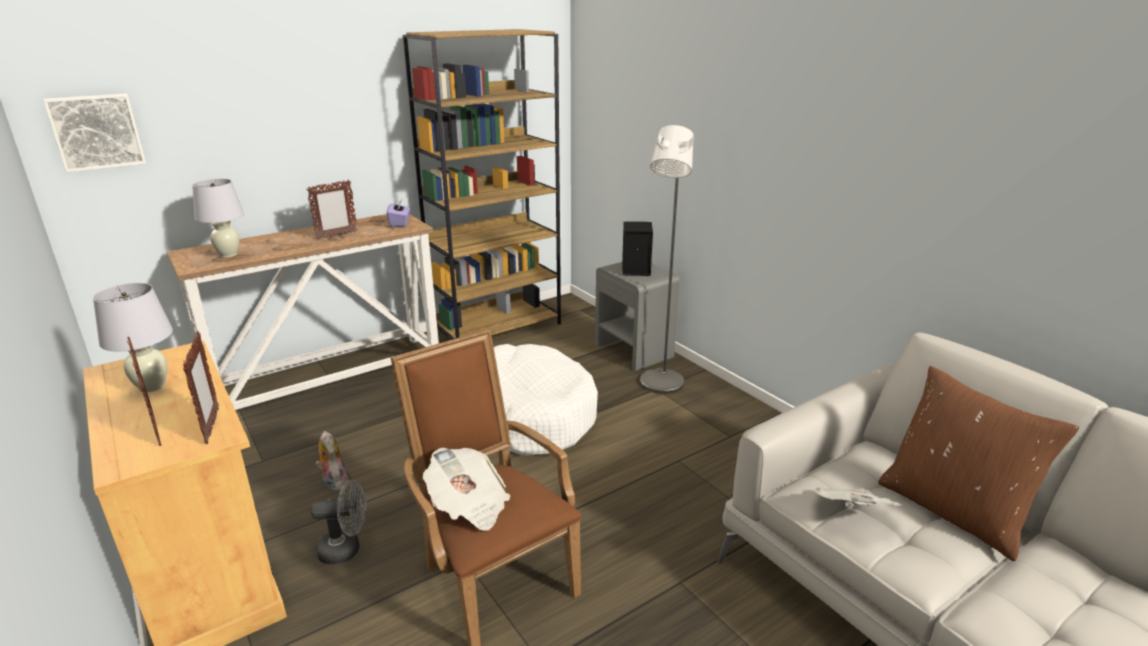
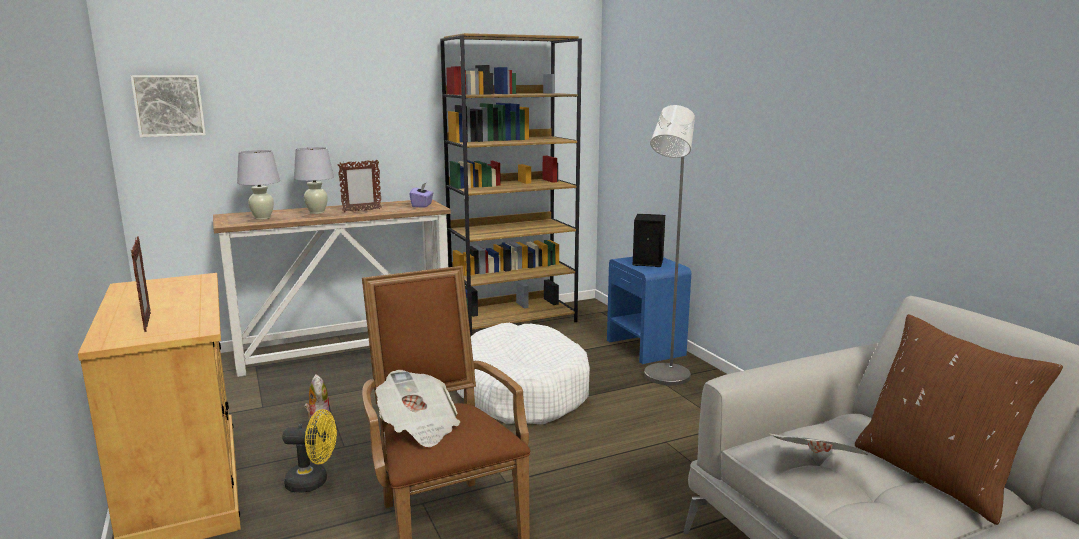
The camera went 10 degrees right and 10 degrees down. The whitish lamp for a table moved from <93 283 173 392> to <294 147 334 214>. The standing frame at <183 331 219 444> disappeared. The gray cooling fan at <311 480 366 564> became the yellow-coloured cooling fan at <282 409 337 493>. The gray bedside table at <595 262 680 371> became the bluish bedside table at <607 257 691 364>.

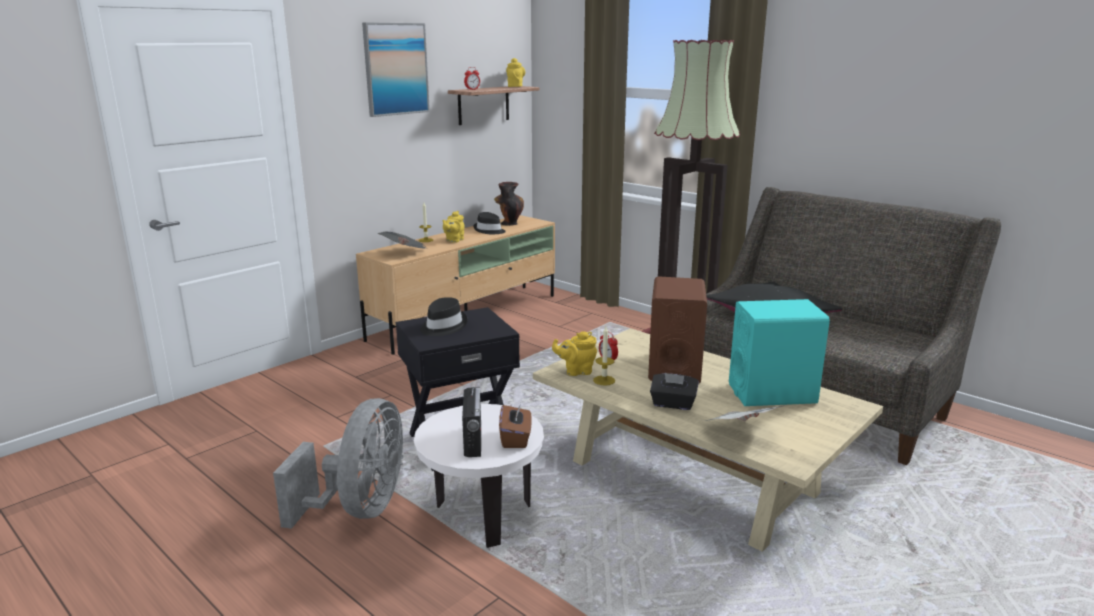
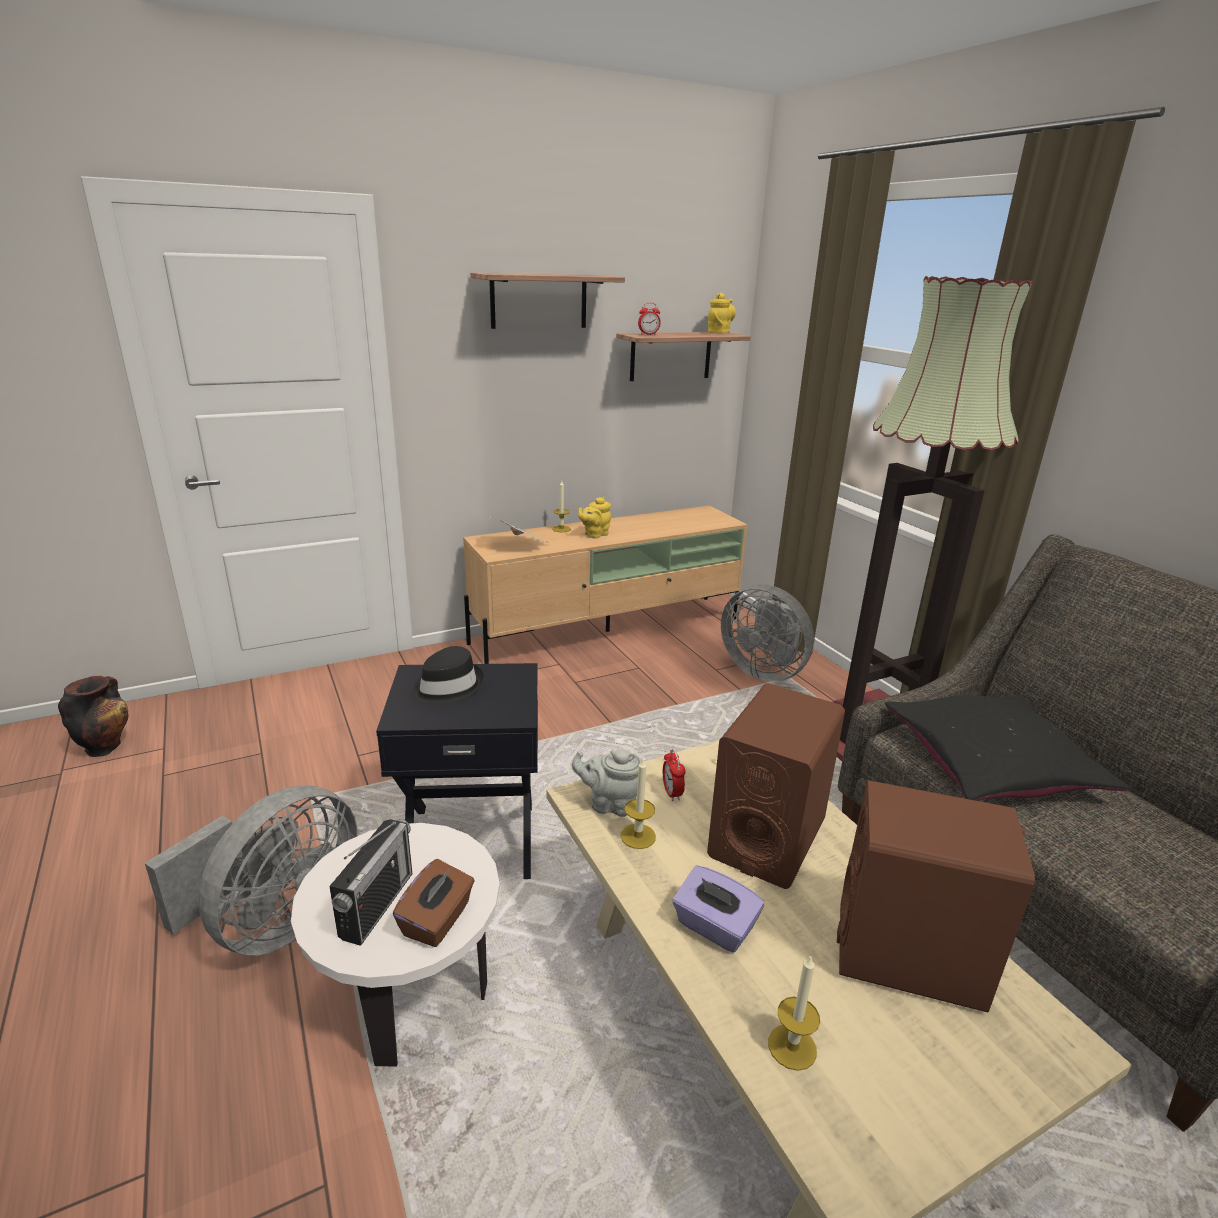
The camera went 20 degrees right and 5 degrees up. The wall art at <362 22 430 117> was replaced by the bracket shelf at <470 272 625 329>. The blackish wearable hat at <474 212 506 234> disappeared. The flower vase moved from <494 182 524 226> to <58 676 128 757>. The yellow-coloured pot for tea at <552 331 597 376> became the gray pot for tea at <572 749 642 817>. The blackish tissue box at <650 373 699 410> became the purple tissue box at <672 866 764 953>. The printed paper at <704 406 783 421> was replaced by the wax light at <768 956 820 1071>. The blue-green audio speaker at <729 299 830 406> became the brown audio speaker at <837 780 1035 1013>. The gray cooling fan at <721 584 814 682> appeared.

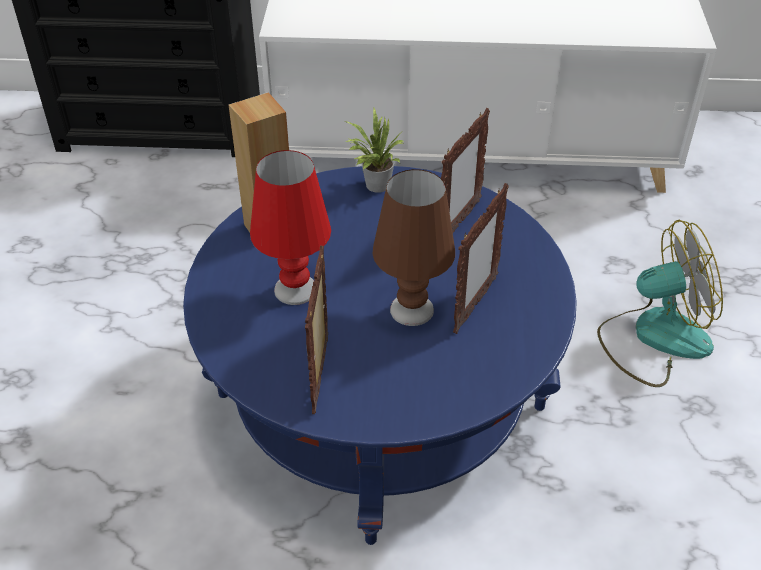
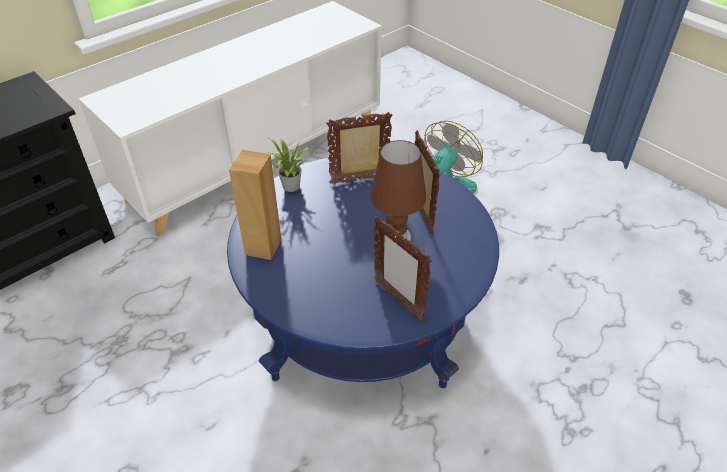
The camera went 45 degrees left and 0 degrees up. The reddish lamp for a table at <250 150 331 305> disappeared. The standing frame at <441 108 490 233> turned 90 degrees counterclockwise.

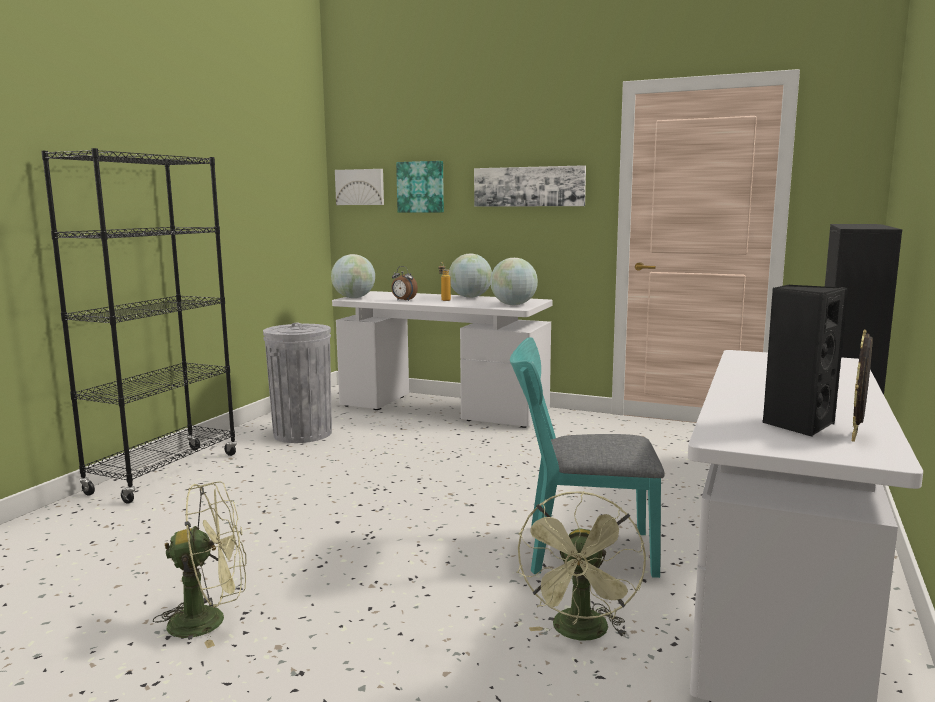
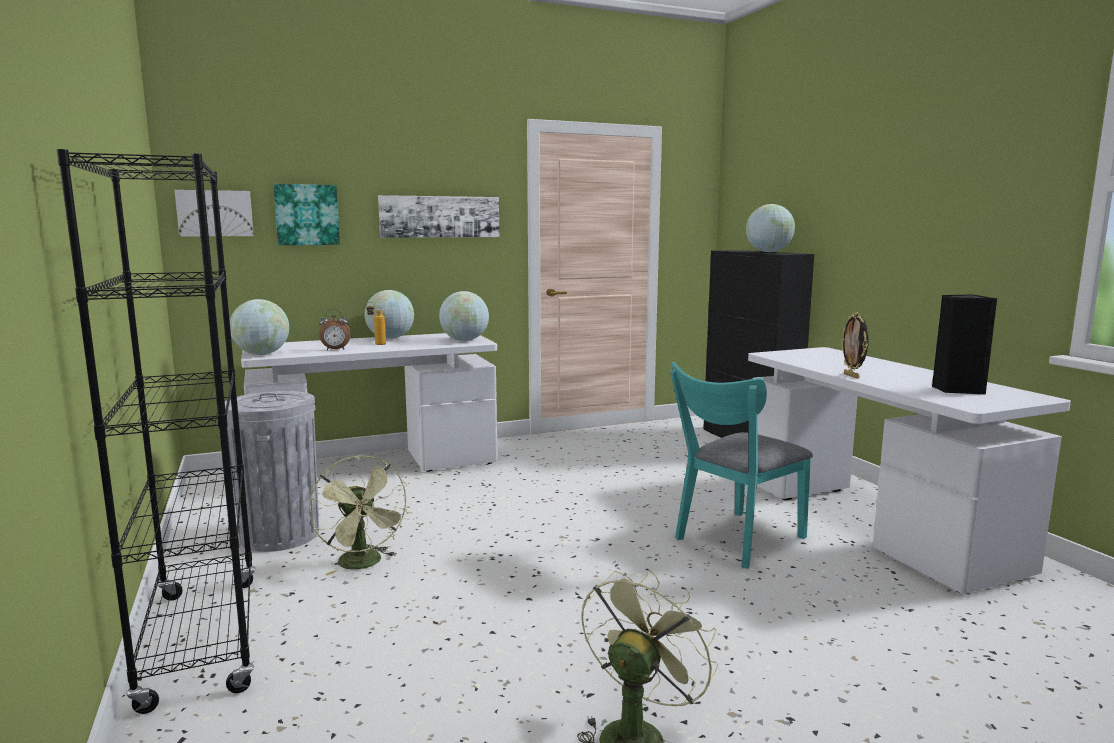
The camera went 45 degrees left and 0 degrees up. The green cooling fan moved from <516 491 646 640> to <309 455 409 576>. The standing frame moved from <852 329 873 442> to <841 312 869 379>. The world globe at <746 204 795 252> appeared.

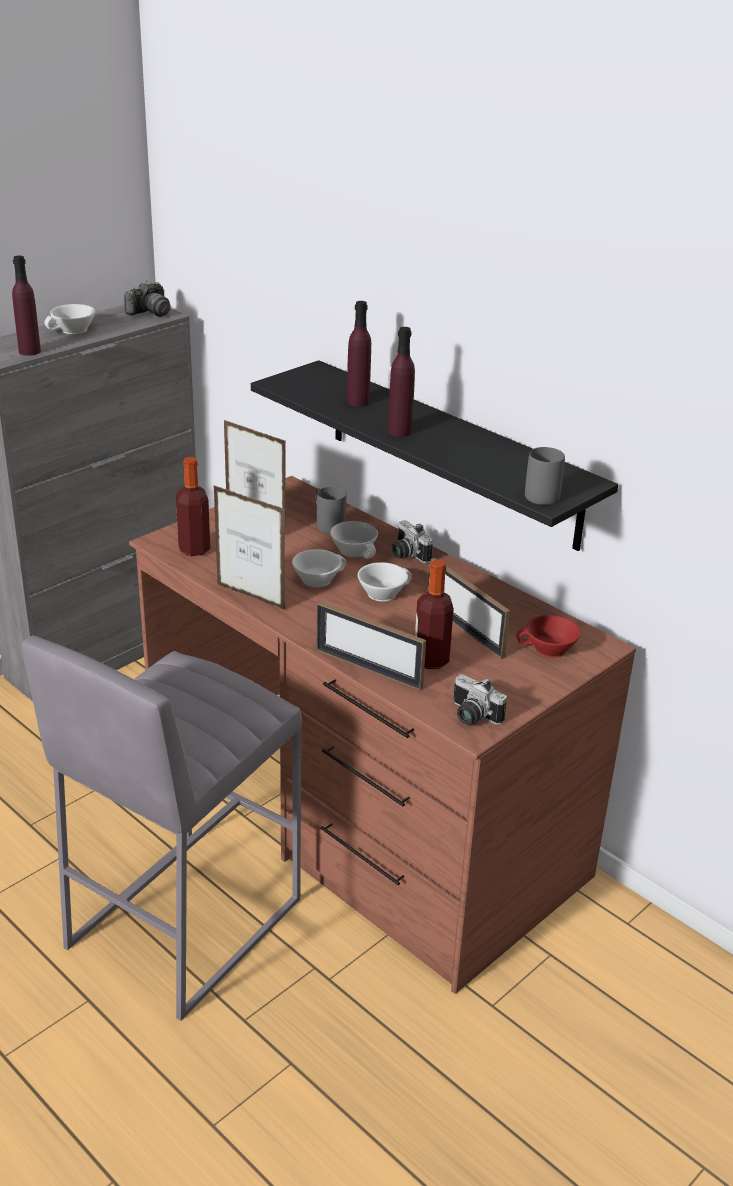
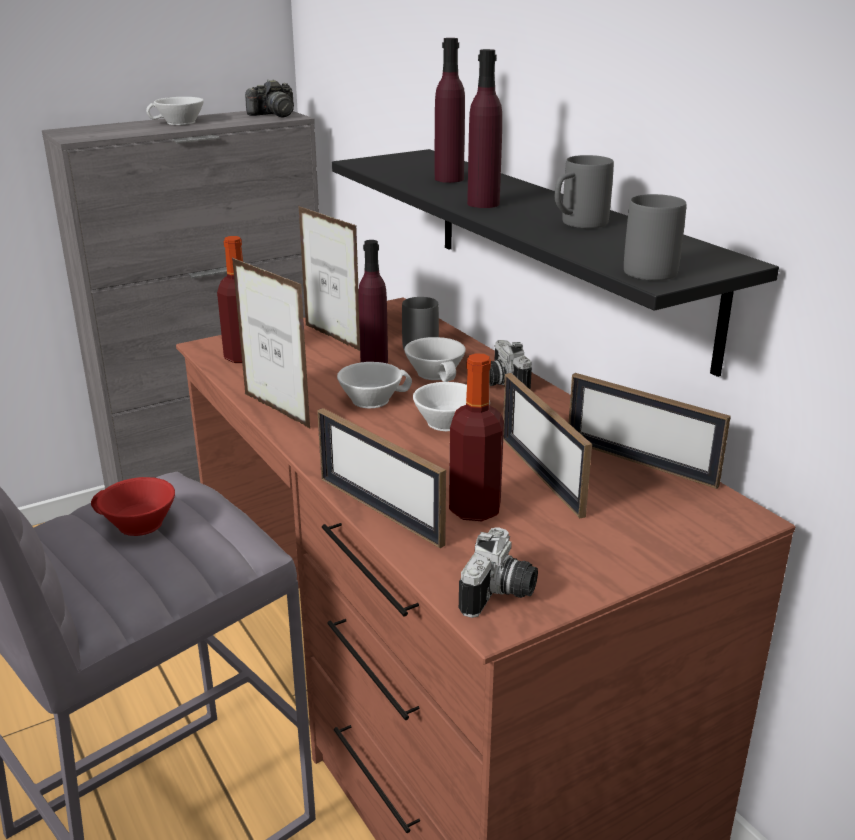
The camera went 15 degrees right and 5 degrees down. The purple drink bottle moved from <12 256 41 356> to <358 240 388 364>. The photo camera at <453 674 507 725> turned 120 degrees counterclockwise. The reddish small cup moved from <516 615 580 658> to <91 477 175 536>. The gray coffee mug at <555 155 614 228> appeared. The standing frame at <568 373 731 489> appeared.

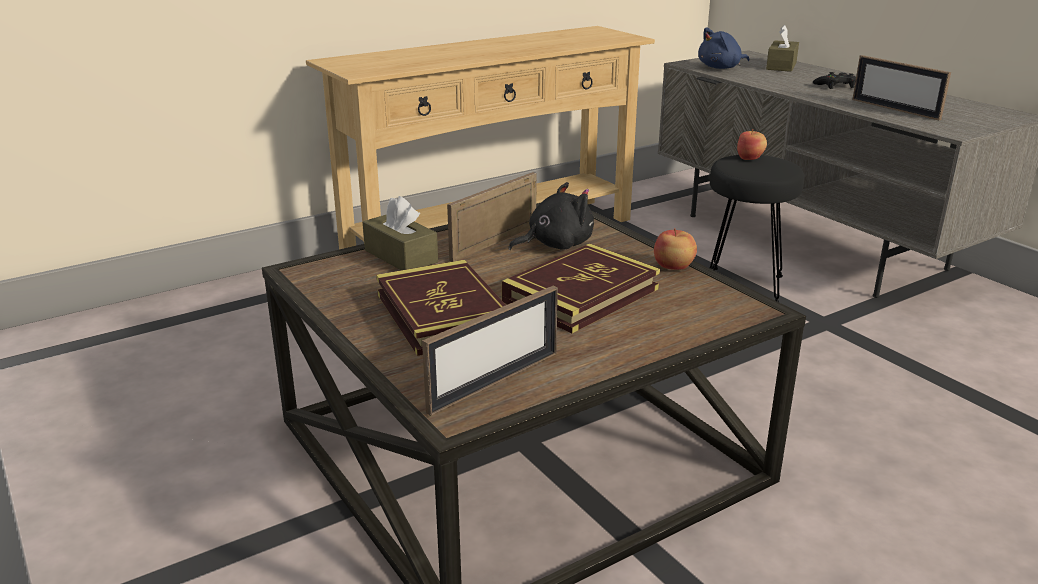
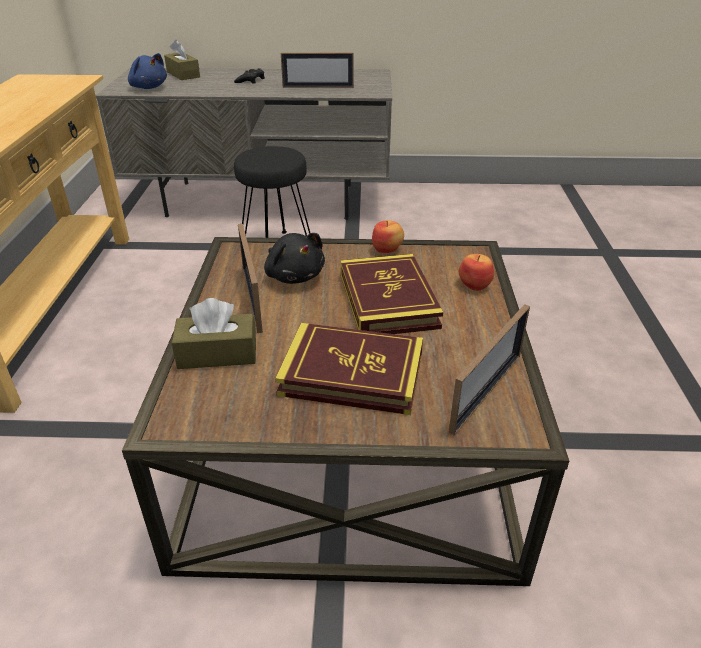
The camera went 55 degrees left and 10 degrees up. The standing frame at <422 286 558 416> turned 45 degrees clockwise. The blackish cuddly toy at <509 182 594 250> turned 135 degrees clockwise. The bluish cuddly toy at <698 27 749 69> turned 60 degrees counterclockwise. The apple fruit moved from <737 129 767 160> to <459 254 494 291>.

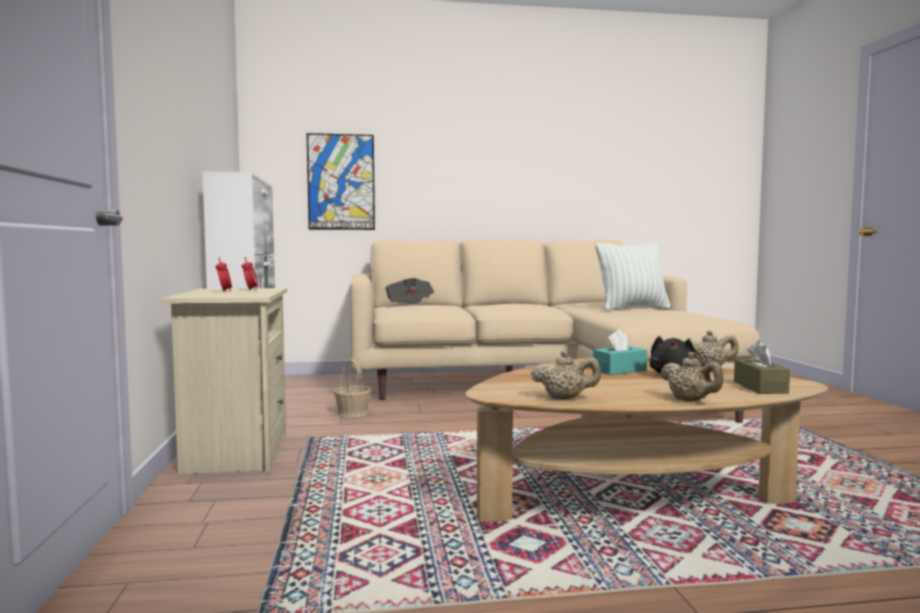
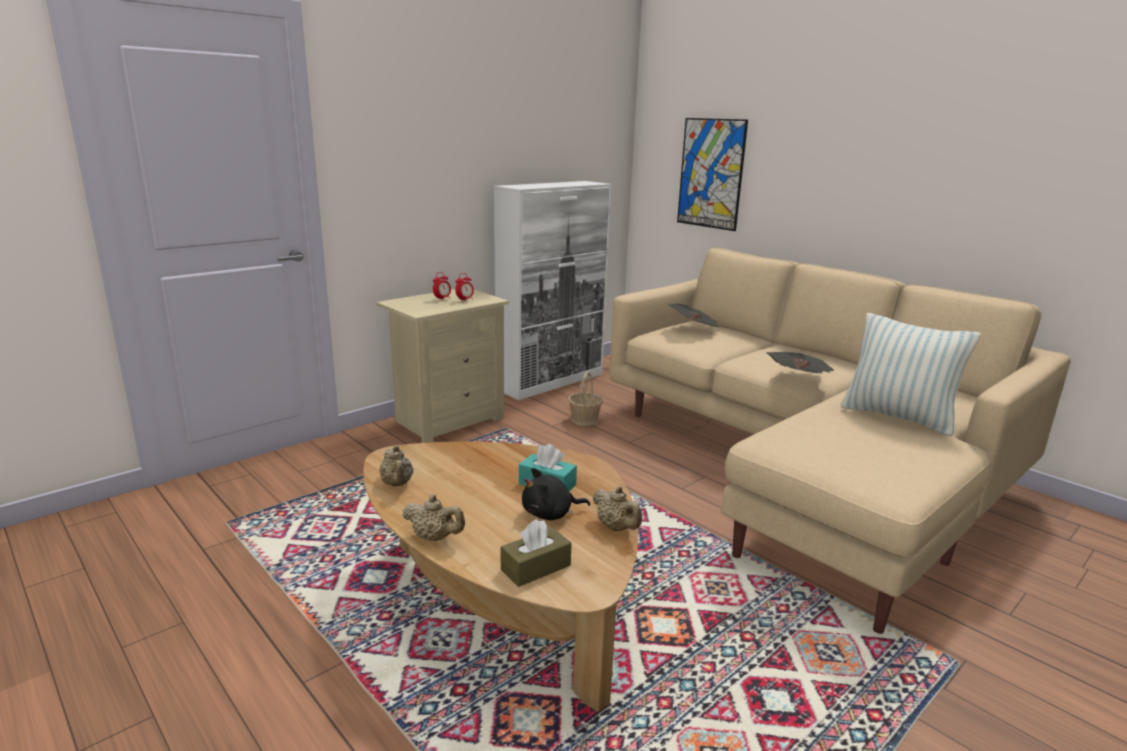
The camera went 55 degrees right and 15 degrees up. The beige pot for tea at <660 352 724 401> turned 90 degrees counterclockwise. The printed paper at <766 352 834 373> appeared.

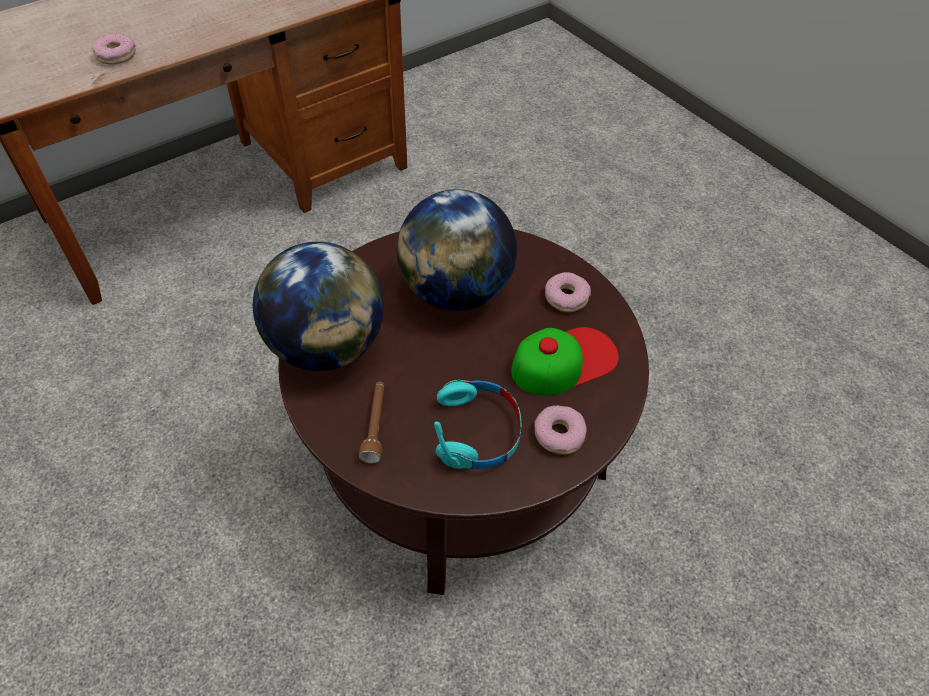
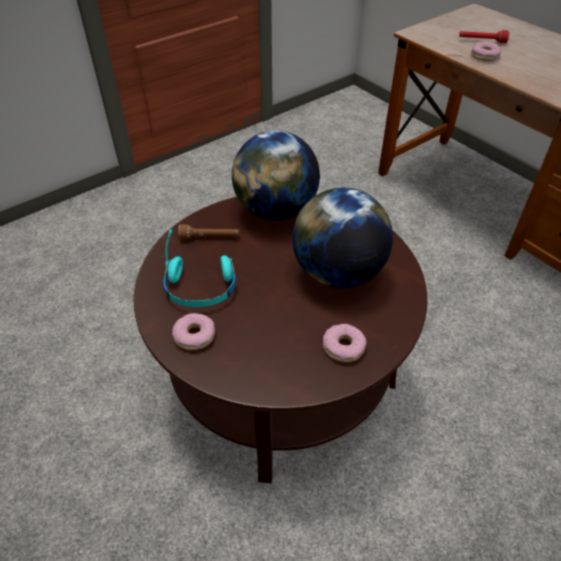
The camera went 90 degrees right and 5 degrees down. The peaked cap at <511 327 619 396> disappeared. The reddish hand torch at <459 30 510 43> appeared.

